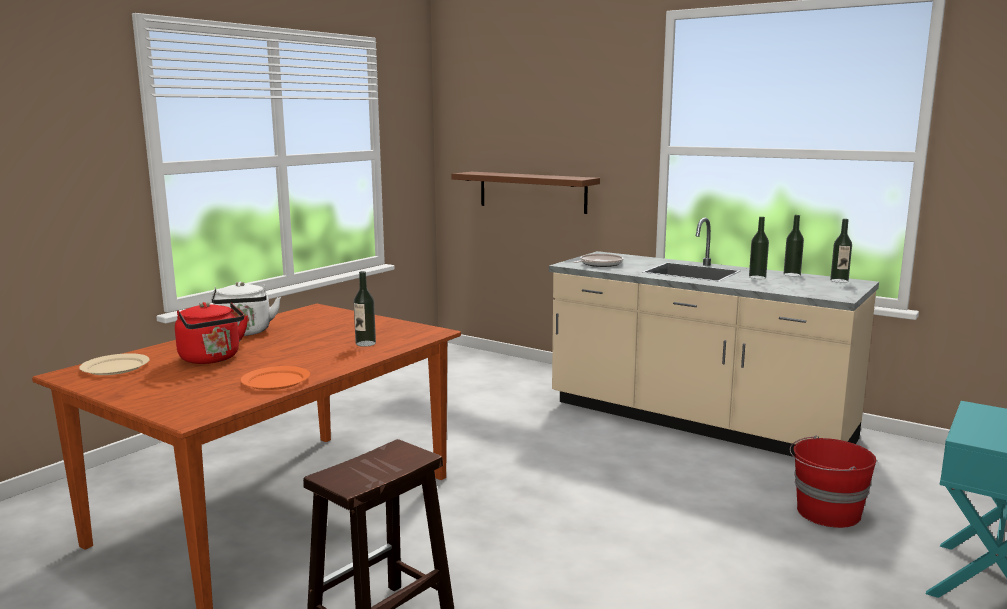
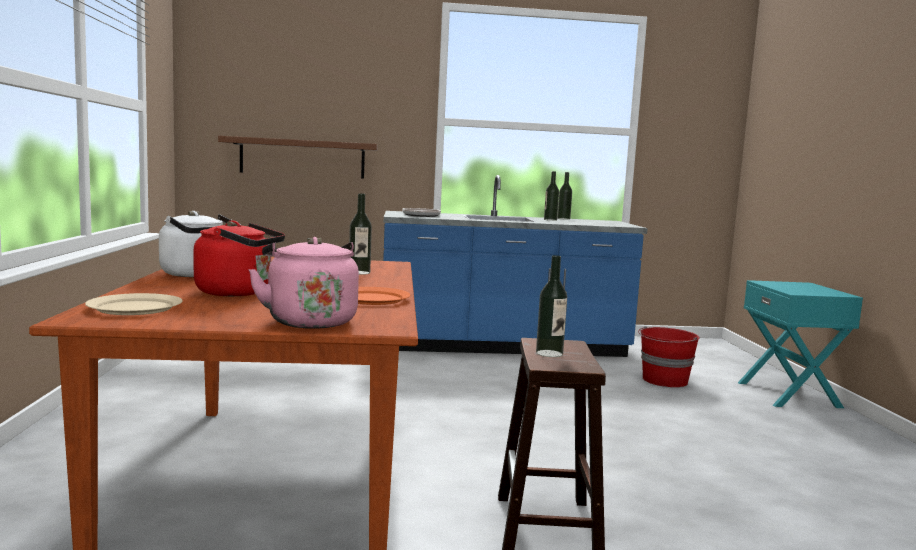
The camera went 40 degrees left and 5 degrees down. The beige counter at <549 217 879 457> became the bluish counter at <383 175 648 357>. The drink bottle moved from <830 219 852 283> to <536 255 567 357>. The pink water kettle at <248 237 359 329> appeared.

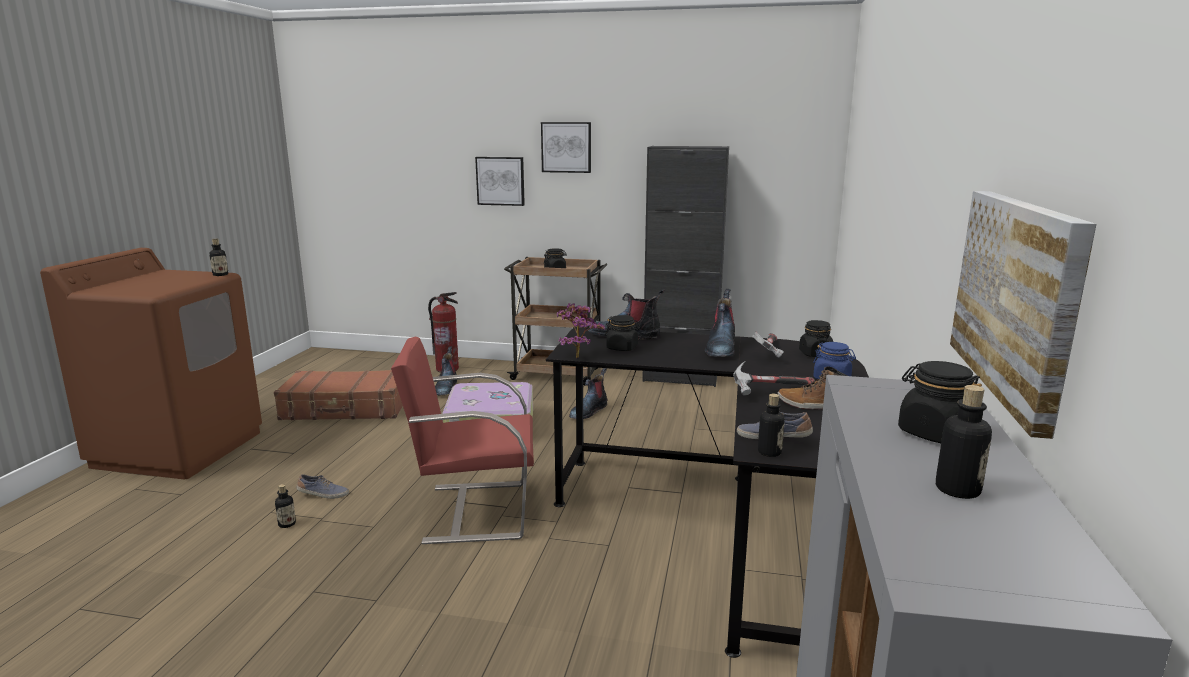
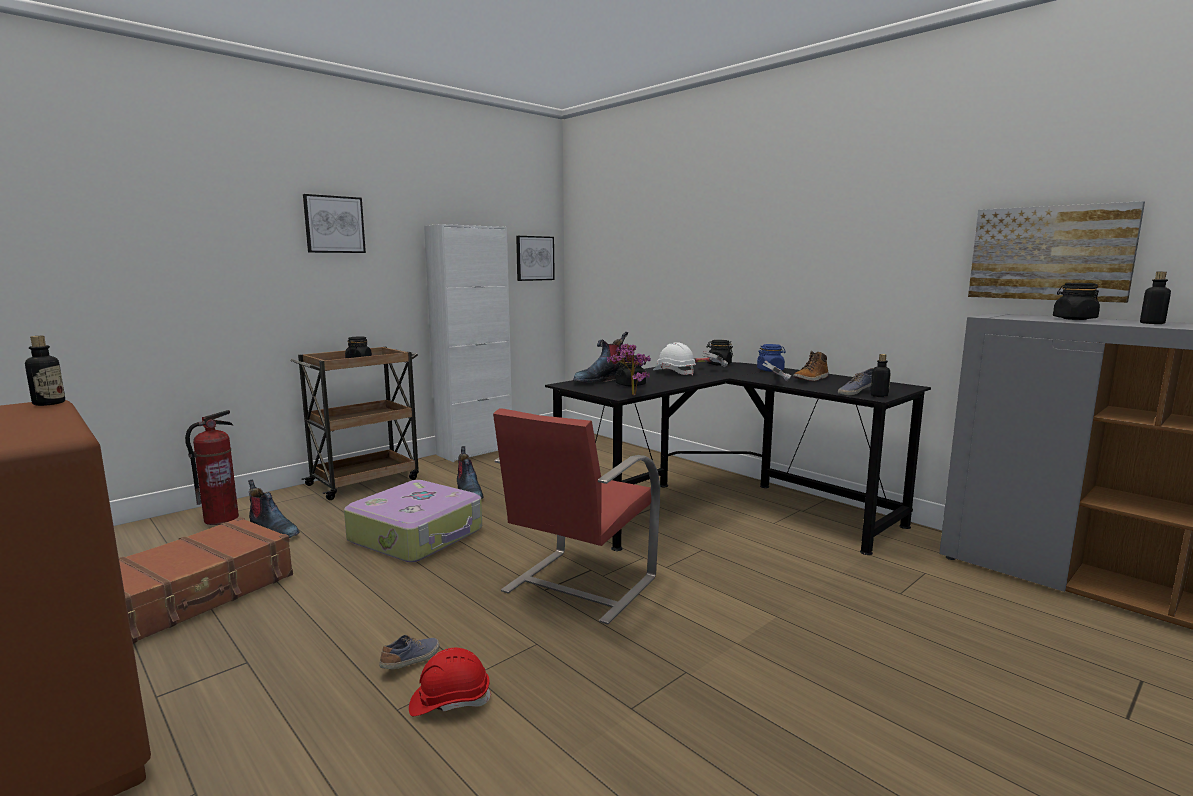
The camera went 55 degrees left and 5 degrees down. The drink bottle at <275 484 296 528> was replaced by the reddish safety helmet at <409 648 491 716>. The wall art moved from <475 157 525 206> to <516 236 555 281>. The blackish storage cabinet at <642 146 729 387> became the whitish storage cabinet at <424 224 512 462>. The high-top boot at <704 289 735 357> was replaced by the whitish safety helmet at <653 342 696 376>.

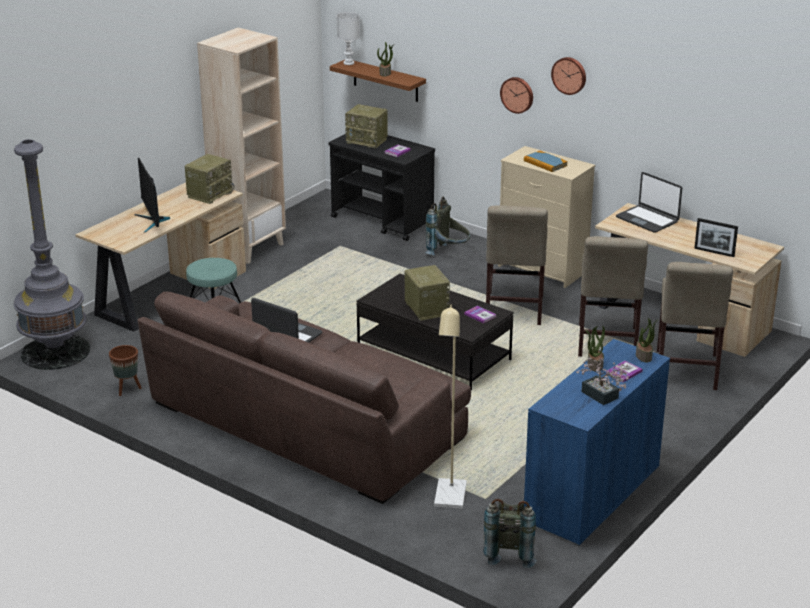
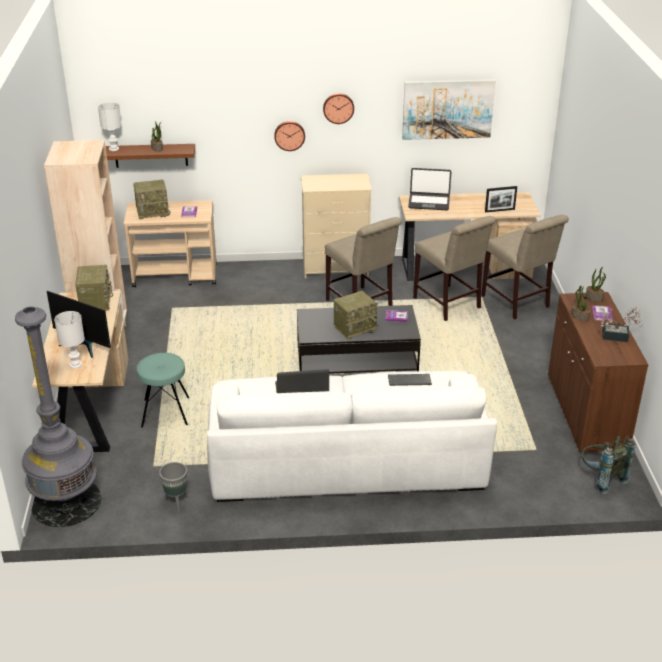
The camera went 40 degrees left and 5 degrees up. The brown flower pot at <109 345 141 396> became the gray flower pot at <159 462 187 512>. The brown couch at <138 292 471 504> became the whitish couch at <207 371 497 502>. The blackish cart at <329 134 435 241> became the beige cart at <124 200 217 287>. The radio at <405 265 450 321> turned 120 degrees clockwise. The gray rucksack at <425 197 470 255> disappeared. The beige floor lamp at <434 305 467 509> disappeared. The volume at <524 151 568 172> disappeared. The bluish storage cabinet at <524 339 670 546> became the brown storage cabinet at <548 292 648 454>. The whitish lamp for a table at <54 311 85 369> appeared. The computer keyboard at <388 374 432 386> appeared. The wall art at <402 80 495 140> appeared.

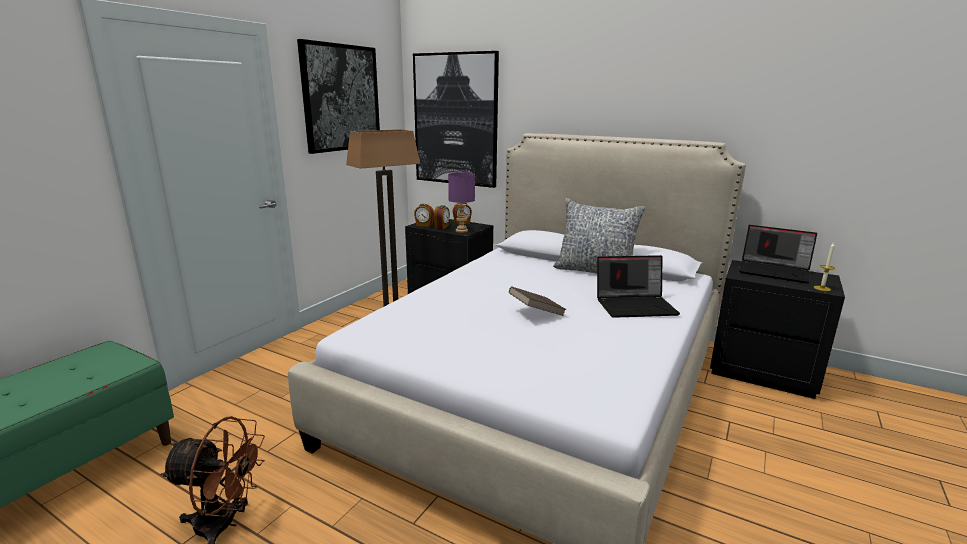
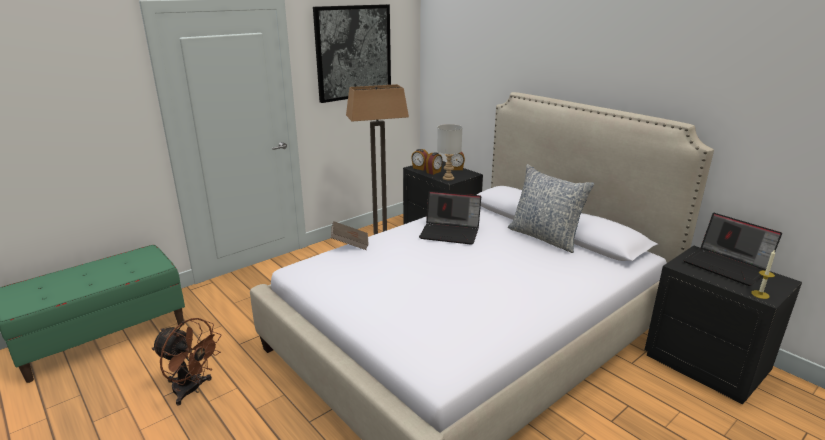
The camera went 20 degrees right and 5 degrees up. The wall art at <413 51 499 188> disappeared. The purple lamp for a table at <448 172 475 233> became the gray lamp for a table at <437 124 462 180>. The brown volume moved from <509 286 566 316> to <331 221 369 250>. The notebook computer moved from <597 255 680 318> to <419 191 481 245>.

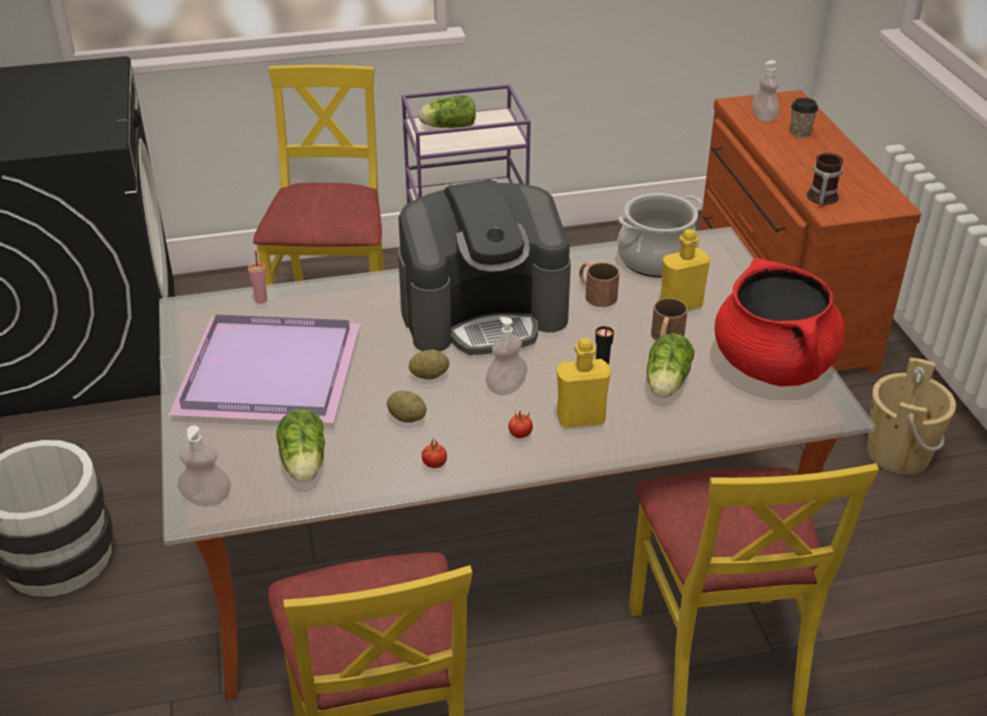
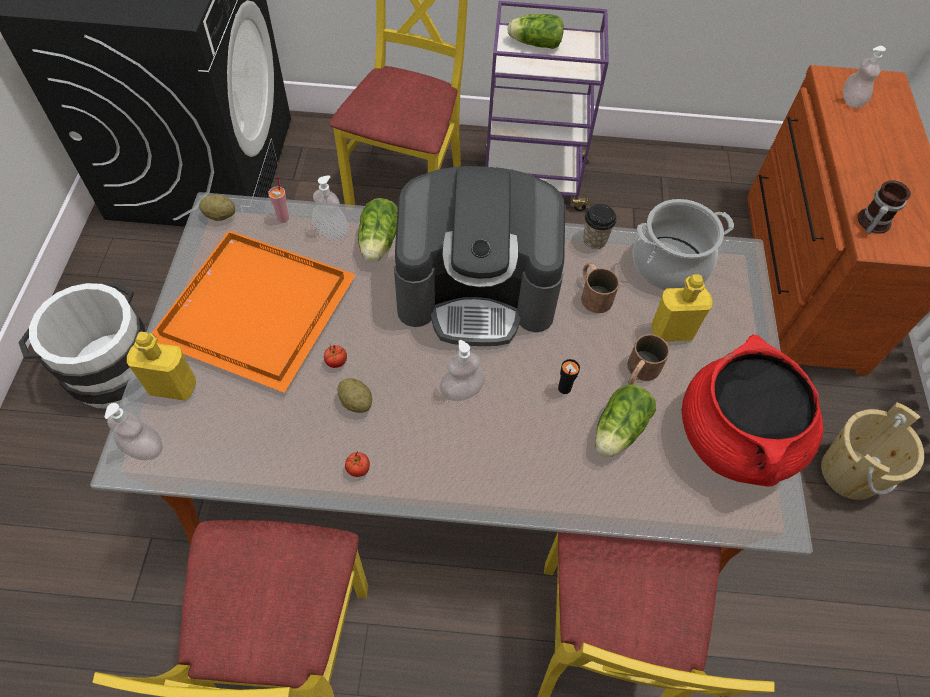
The camera went 15 degrees right and 20 degrees up. The purple tray at <169 315 360 423> became the orangey tray at <151 231 356 393>. The lettuce moved from <276 409 325 483> to <358 198 398 263>. The spud moved from <409 349 450 380> to <199 194 235 221>. The whole tomato moved from <508 410 533 438> to <324 344 347 368>. The yellow-coloured drink bottle moved from <557 338 611 428> to <127 332 196 401>. The small cup moved from <790 98 818 137> to <583 204 617 249>. The soap dispenser at <312 175 348 240> appeared.

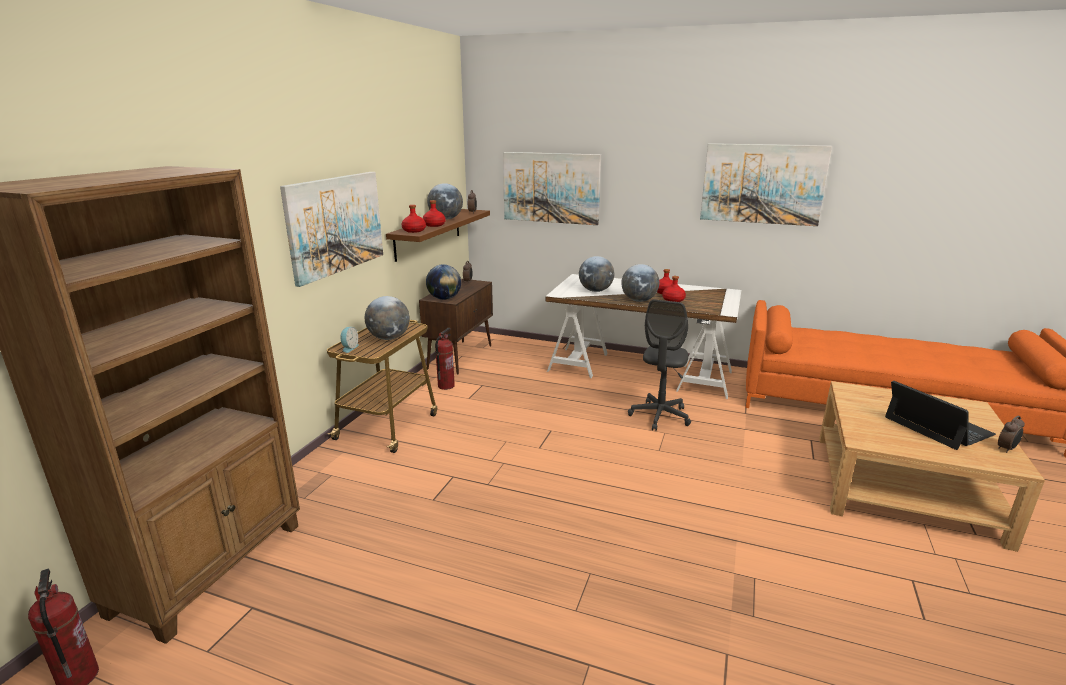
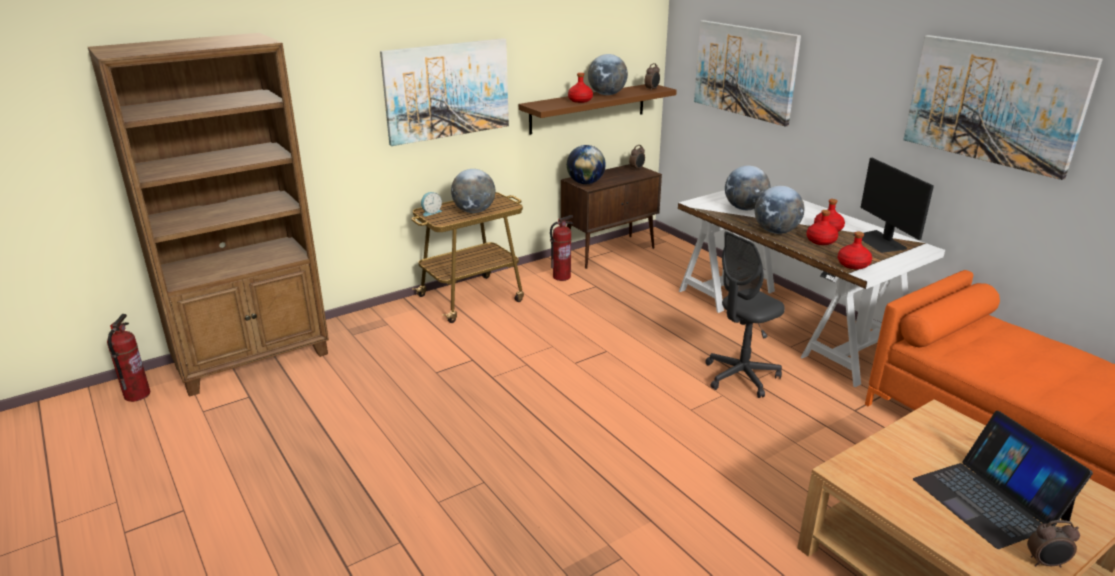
The camera went 35 degrees right and 5 degrees up. The reddish drink bottle moved from <402 205 426 233> to <838 231 872 269>. The notebook computer at <885 381 996 450> turned 150 degrees clockwise. The computer screen at <853 158 934 253> appeared.

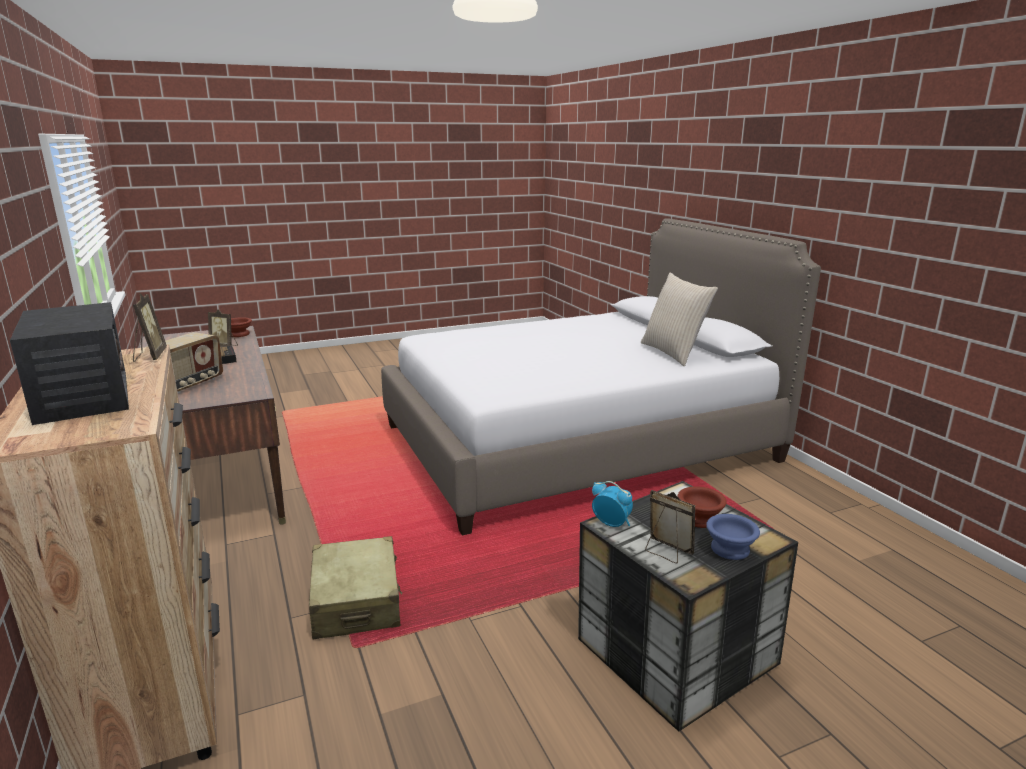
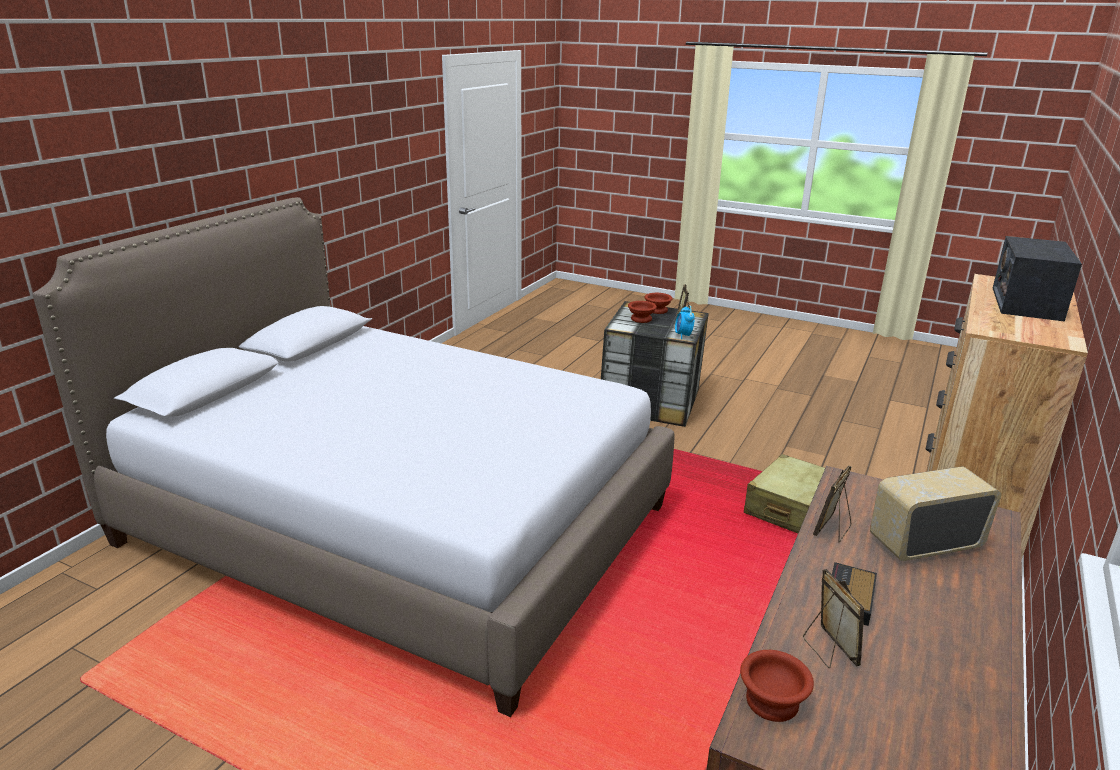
The camera went 130 degrees left and 5 degrees up. The standing frame moved from <133 293 167 362> to <813 465 852 542>. The beige pillow at <641 273 718 366> disappeared. The bluish bowl at <706 514 760 560> became the brown bowl at <644 293 673 314>.

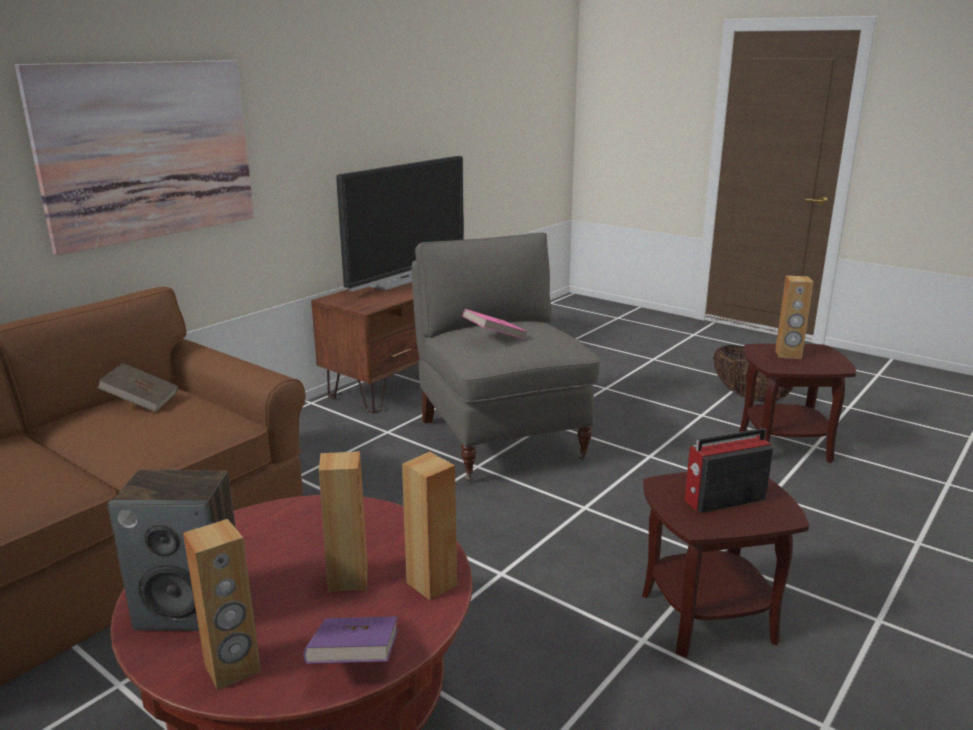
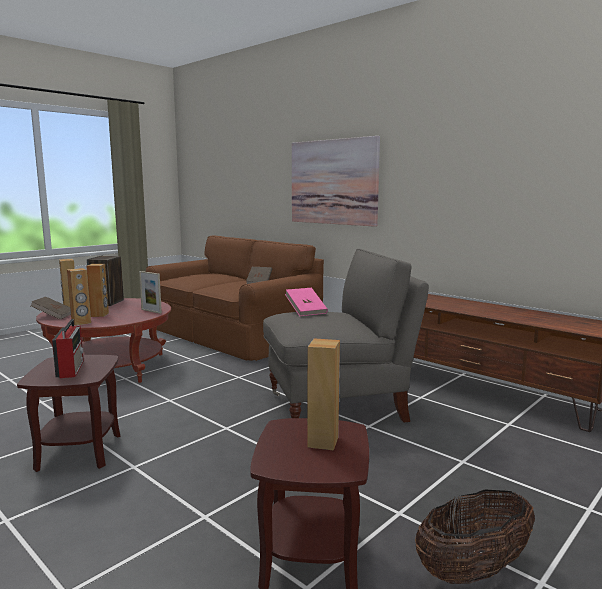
The camera went 95 degrees right and 10 degrees down. The purple volume at <303 616 398 664> became the brown volume at <31 297 71 320>. The television at <336 156 464 292> disappeared. The standing frame at <139 271 162 314> appeared.

